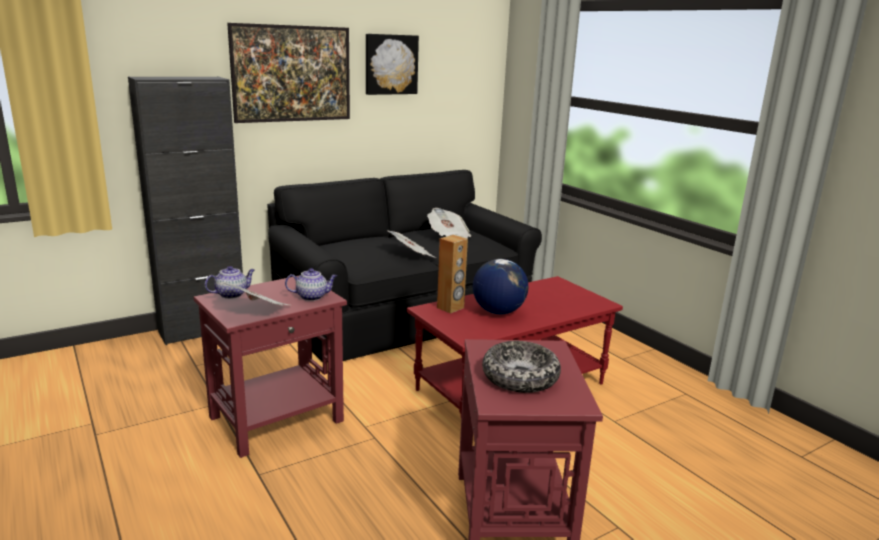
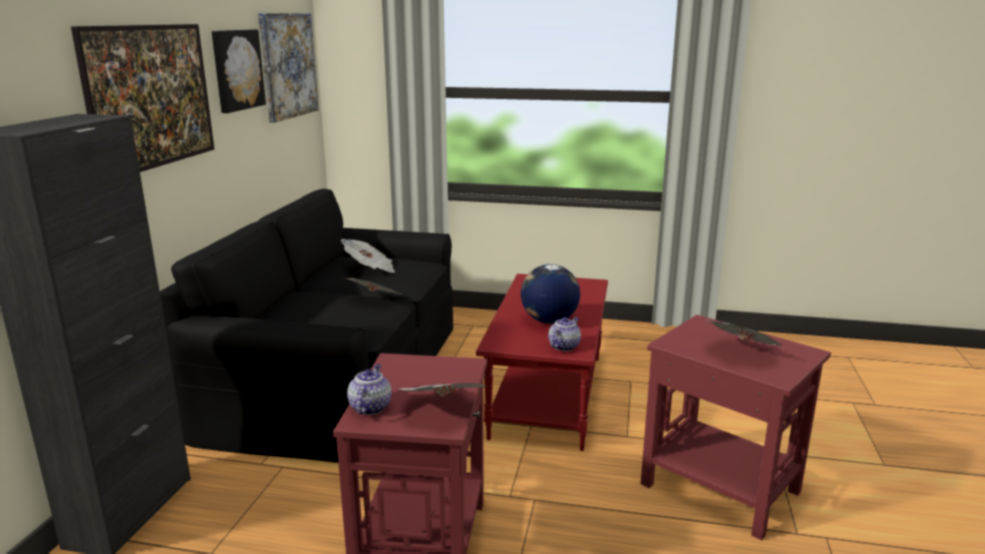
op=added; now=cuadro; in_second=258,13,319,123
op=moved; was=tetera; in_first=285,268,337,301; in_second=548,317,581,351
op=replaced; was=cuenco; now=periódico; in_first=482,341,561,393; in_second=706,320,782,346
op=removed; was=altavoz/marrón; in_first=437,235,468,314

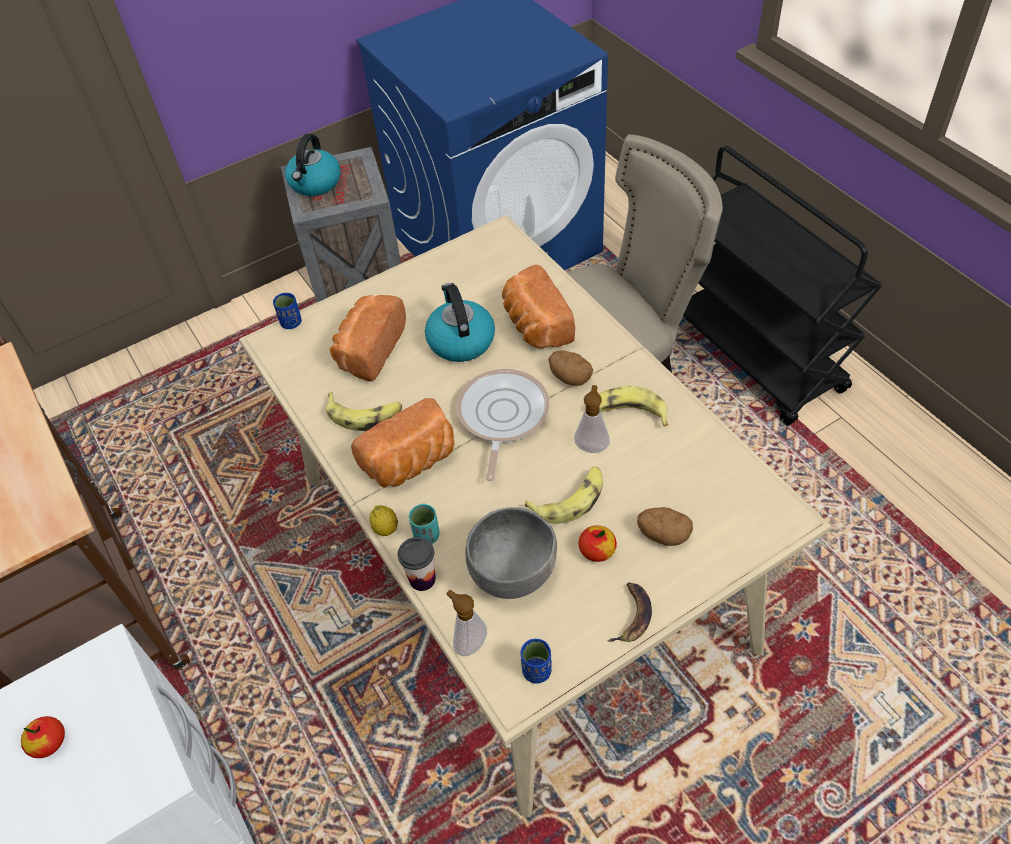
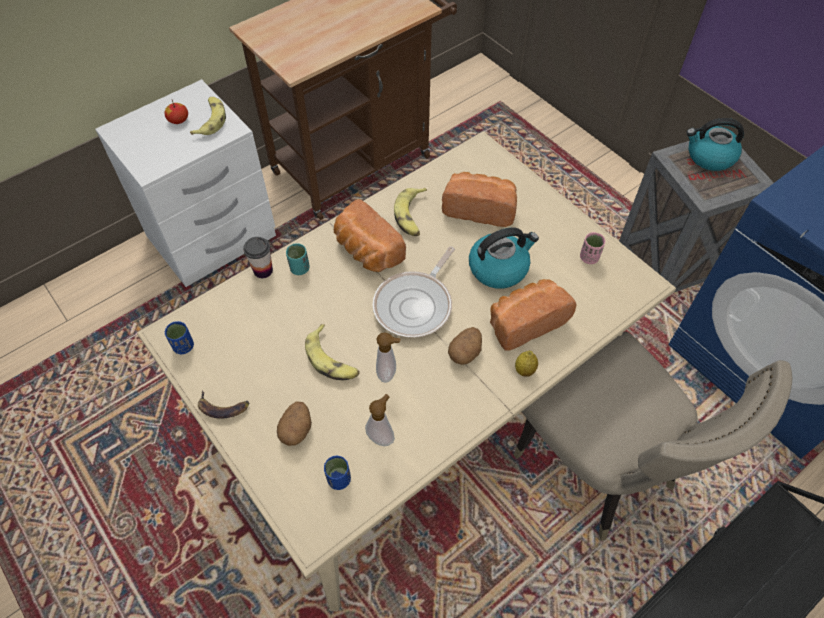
op=moved; was=plátano; in_first=599,385,668,427; in_second=190,97,226,135
op=moved; was=taza/azul; in_first=273,293,302,329; in_second=324,456,351,490
op=moved; was=dispensador de jabón; in_first=447,590,487,656; in_second=365,394,395,446
op=turned; was=sartén; in_first=456,369,549,481; in_second=373,247,455,338; clockwise=120
op=moved; was=limón; in_first=370,505,398,536; in_second=515,351,538,377
op=added; now=taza/rosa; in_second=580,232,605,264
op=removed; was=cuenco/gris; in_first=465,507,557,599
op=removed; was=manzana; in_first=578,525,617,562

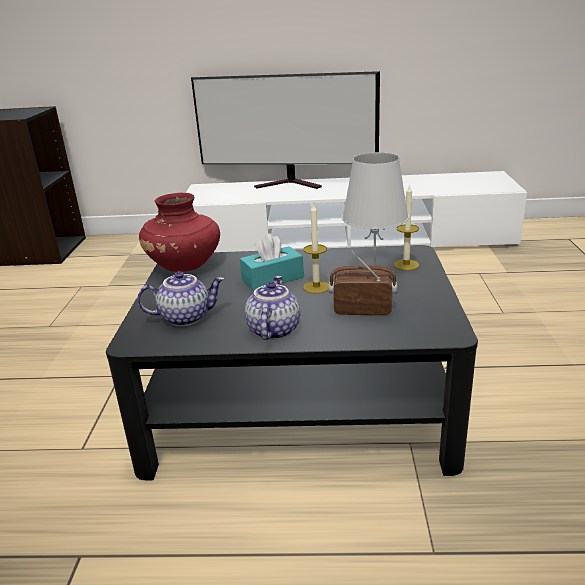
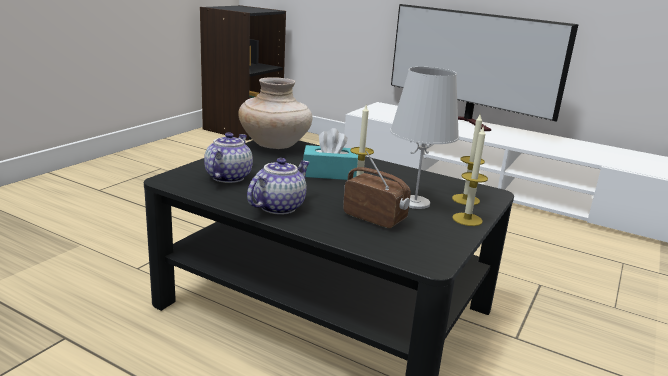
op=turned; was=tetera; in_first=137,271,225,326; in_second=204,132,253,183; clockwise=-90
op=recoloured; was=florero/rojo; now=florero/beis; in_first=139,193,220,272; in_second=238,77,313,149
op=added; now=vela; in_second=452,126,488,226

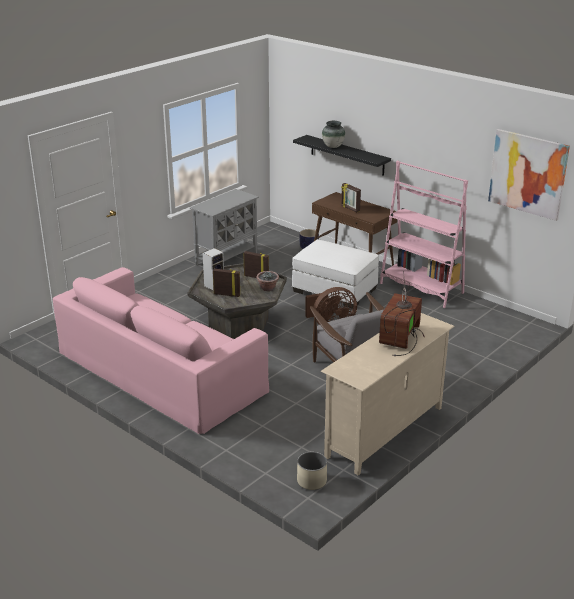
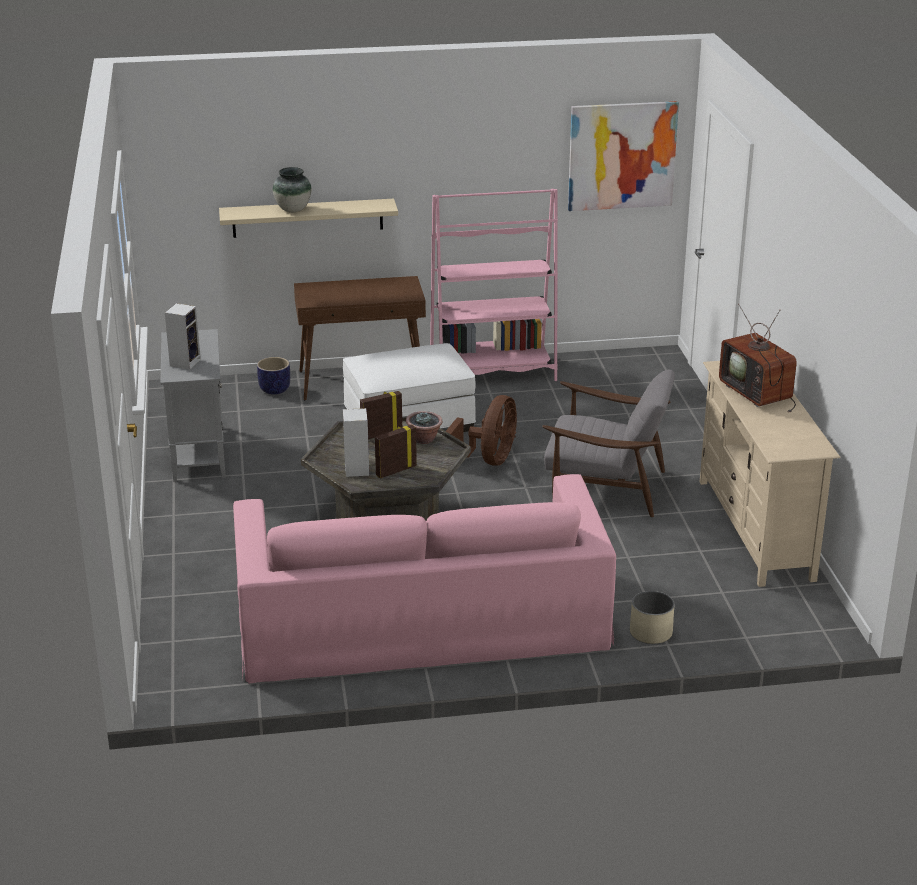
op=added; now=altavoz; in_second=165,303,201,370
op=recoloured; was=estante/negro; now=estante/beis; in_first=293,135,391,176; in_second=219,199,398,238
op=moved; was=maceta/beis; in_first=297,452,327,490; in_second=630,591,674,644
op=removed; was=portarretratos; in_first=341,183,361,212

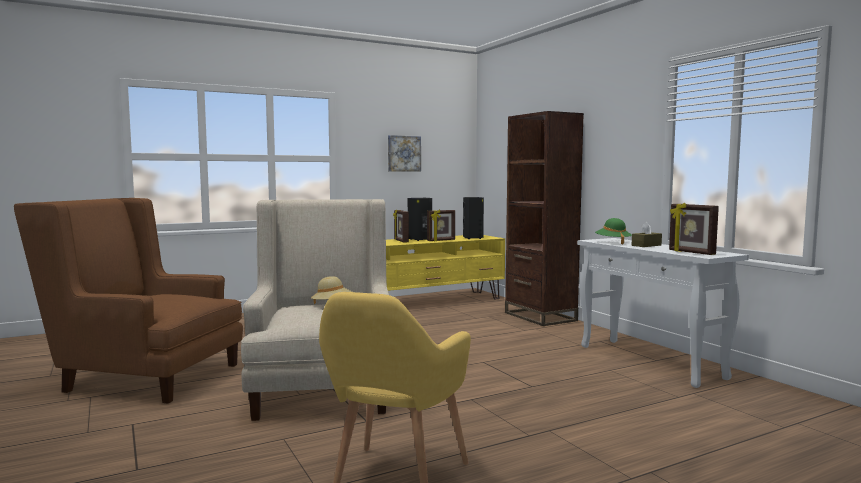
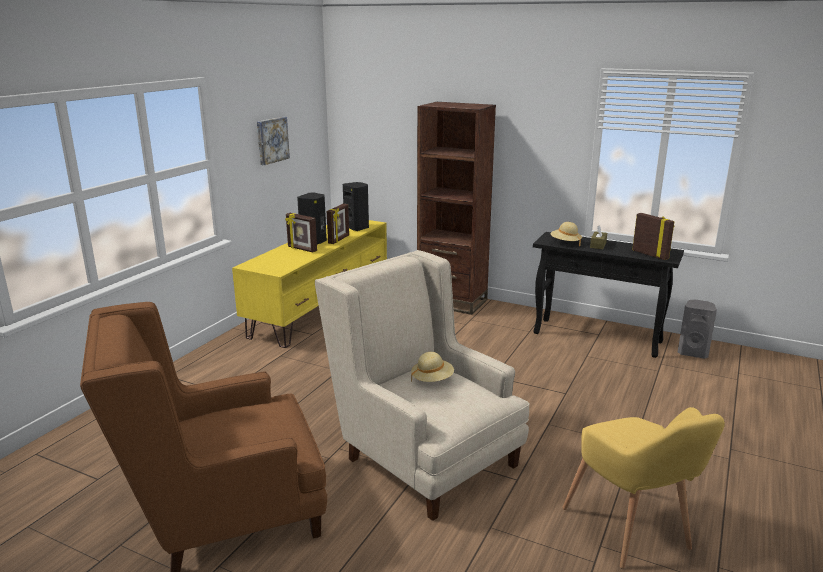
op=recoloured; was=mesa consola/blanco; now=mesa consola/negro; in_first=577,238,749,388; in_second=533,232,684,358
op=recoloured; was=sombrero/verde; now=sombrero/beis; in_first=595,218,632,244; in_second=550,222,582,246
op=turned; was=portarretratos; in_first=669,203,719,255; in_second=632,213,675,260; clockwise=-150
op=added; now=altavoz/gris; in_second=678,300,717,359

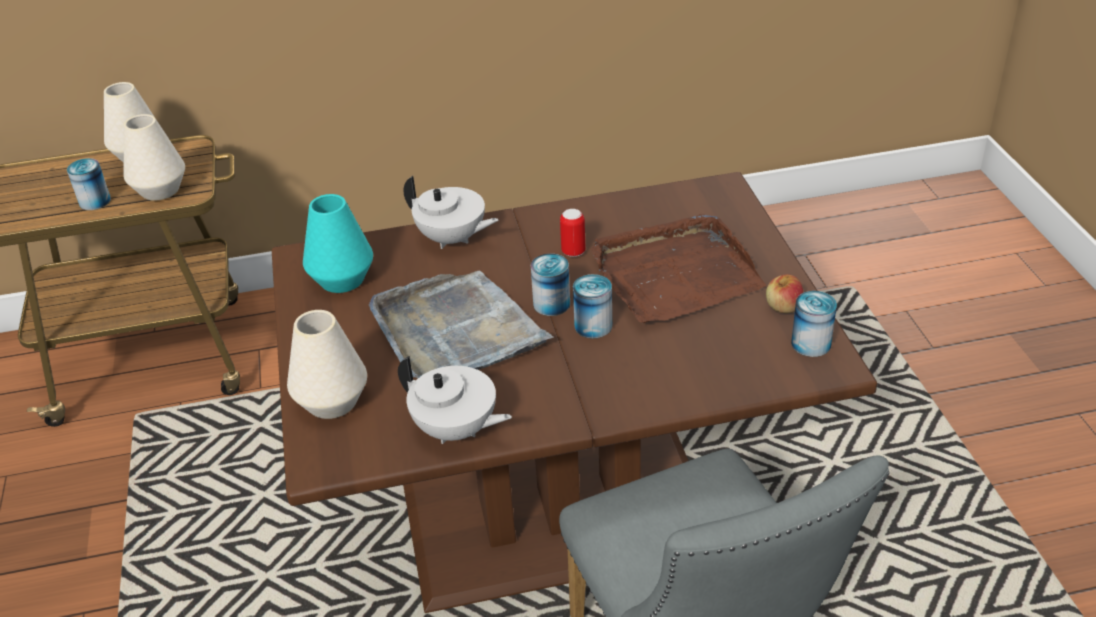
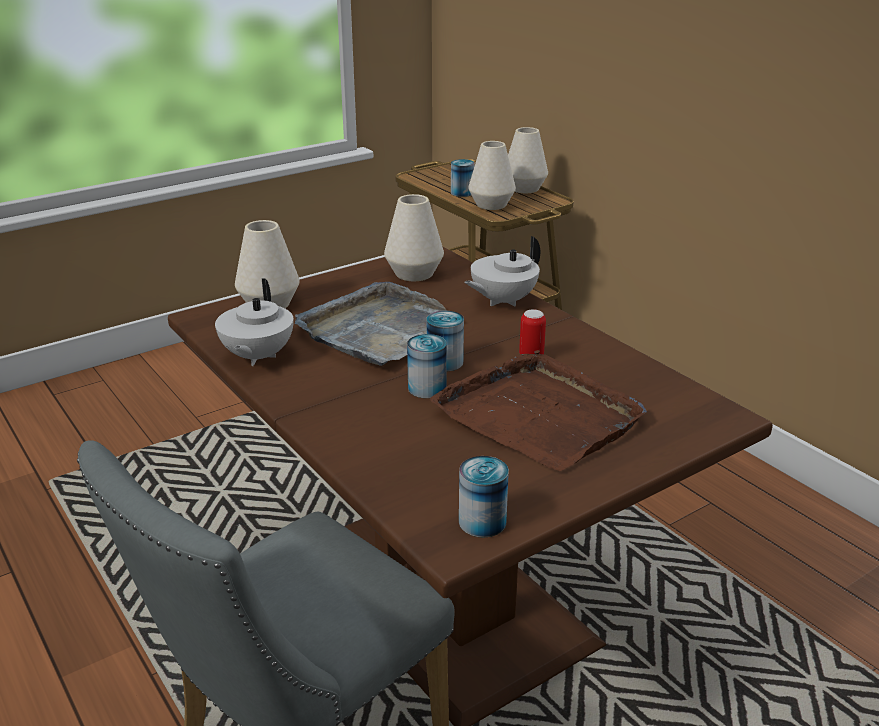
op=recoloured; was=florero/turquesa; now=florero/blanco; in_first=303,194,373,293; in_second=384,194,444,281
op=turned; was=tetera/blanco; in_first=403,176,498,249; in_second=464,236,540,306; clockwise=45
op=removed; was=manzana; in_first=766,274,804,313

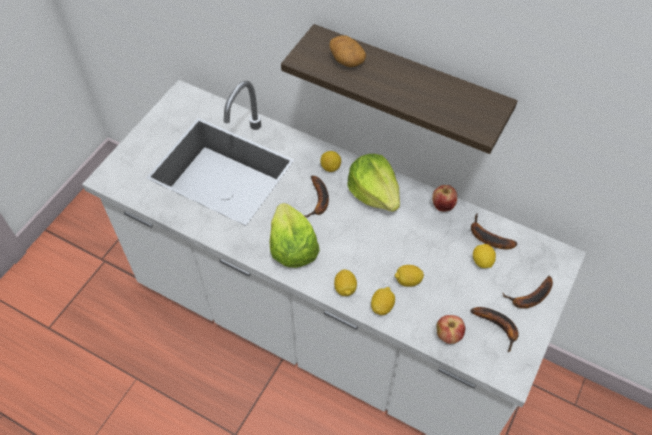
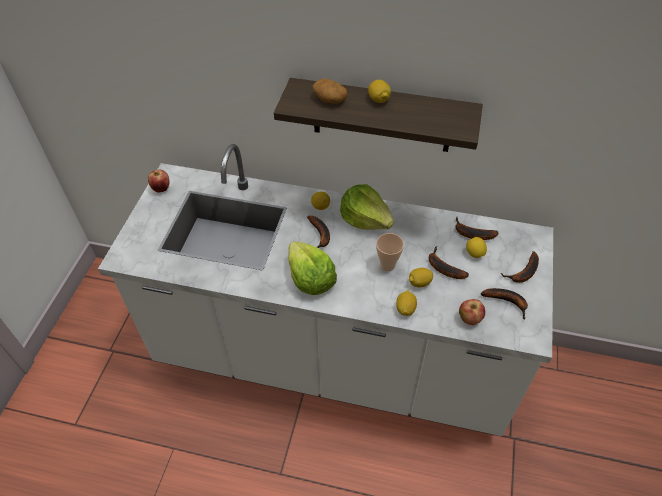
op=moved; was=manzana; in_first=432,185,457,211; in_second=148,169,169,193
op=moved; was=limón; in_first=334,269,357,296; in_second=368,80,391,103
op=added; now=taza; in_second=376,233,404,271
op=added; now=plátano; in_second=429,246,469,279

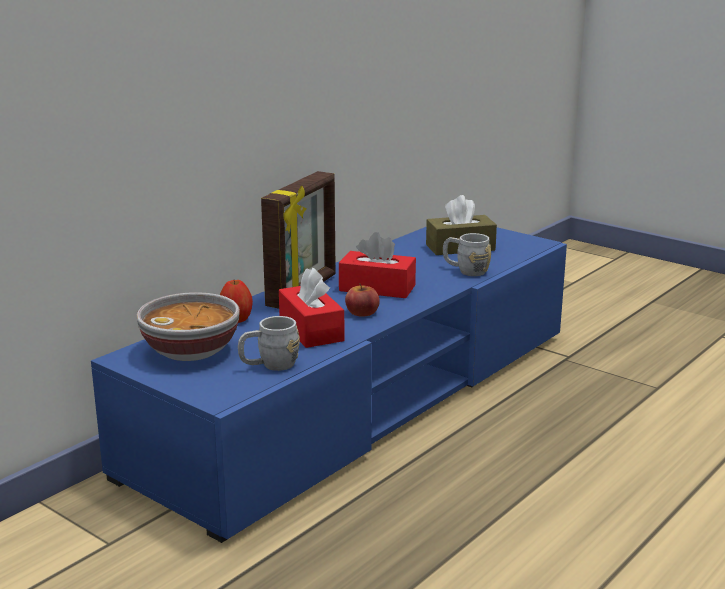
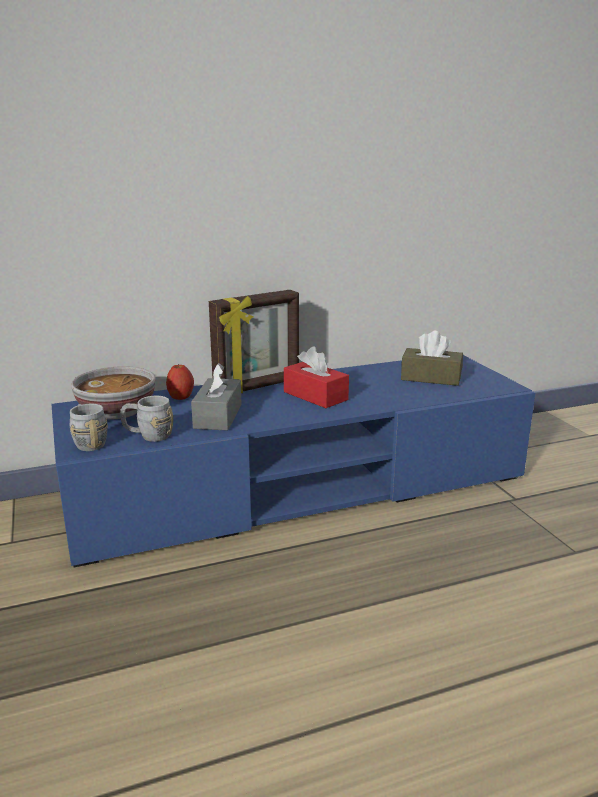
op=moved; was=taza grande/gris; in_first=443,233,491,276; in_second=69,404,108,451
op=recoloured; was=caja de pañuelos/rojo; now=caja de pañuelos/gris; in_first=279,267,345,348; in_second=191,363,242,431
op=removed; was=manzana; in_first=345,283,380,317

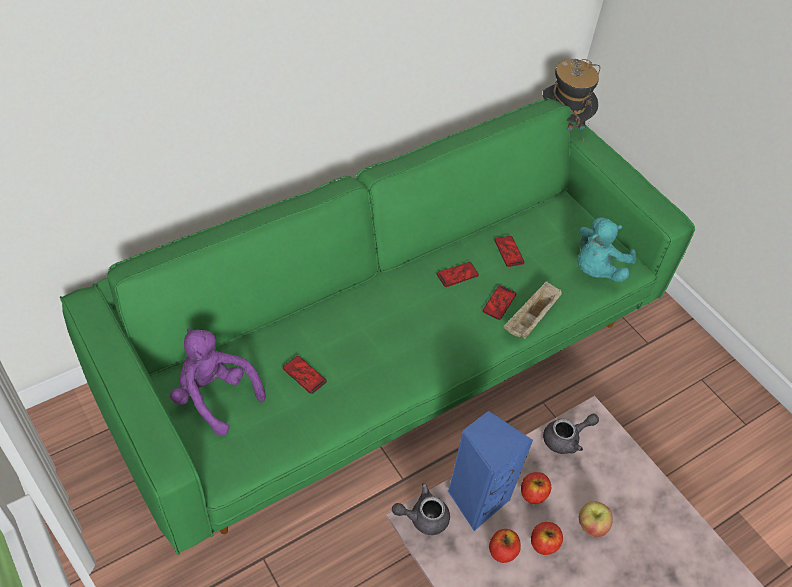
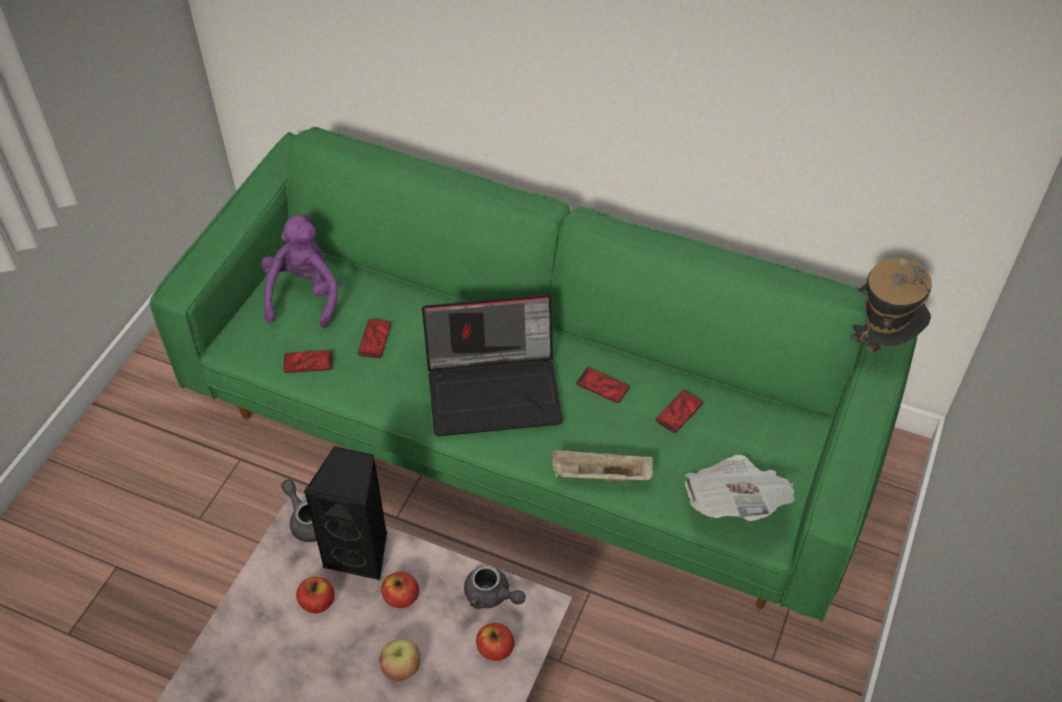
op=moved; was=móvil; in_first=483,285,516,320; in_second=284,350,333,373
op=recoloured; was=altavoz/azul; now=altavoz/negro; in_first=448,411,533,531; in_second=303,446,387,580
op=added; now=portátil; in_second=422,294,563,436
op=moved; was=manzana; in_first=531,522,563,555; in_second=476,623,515,661
op=replaced; was=peluche/turquesa; now=periódico; in_first=578,217,636,282; in_second=685,455,795,521

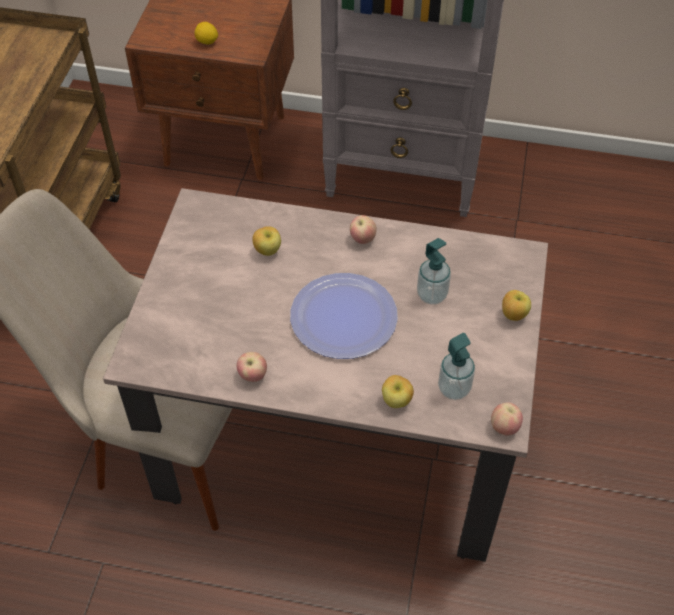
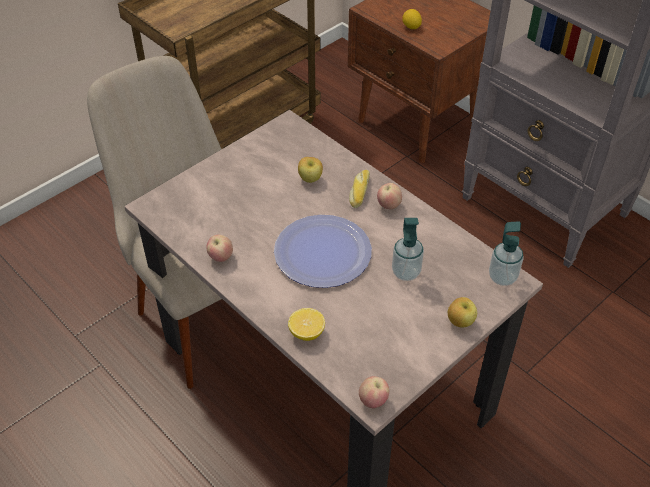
op=replaced; was=manzana; now=limón; in_first=382,375,414,408; in_second=288,308,325,341
op=added; now=pan; in_second=349,170,370,208
op=moved; was=dispensador de jabón; in_first=438,333,475,400; in_second=489,221,524,286

